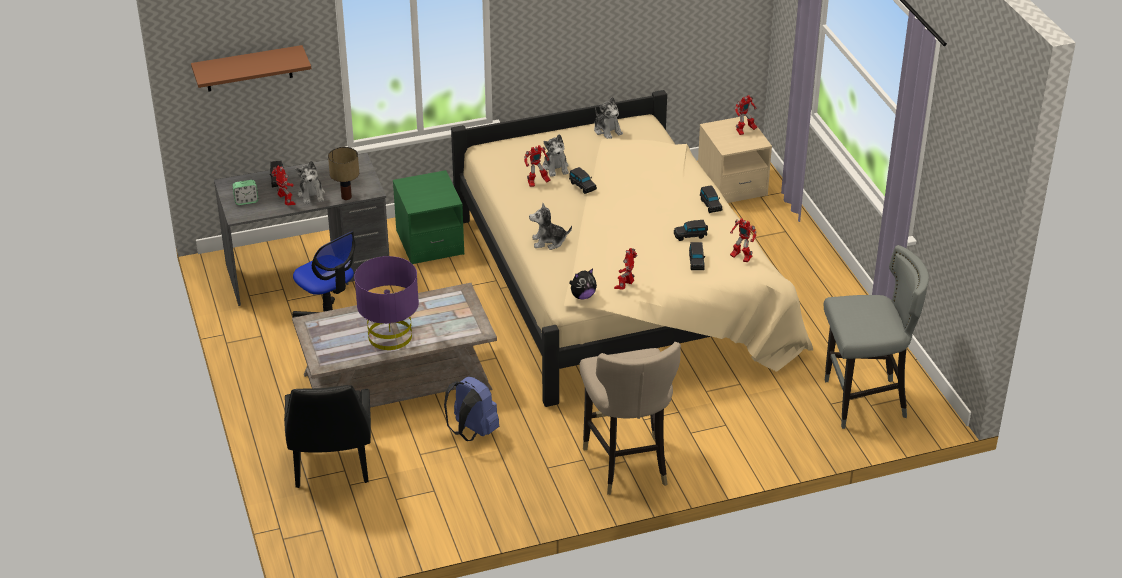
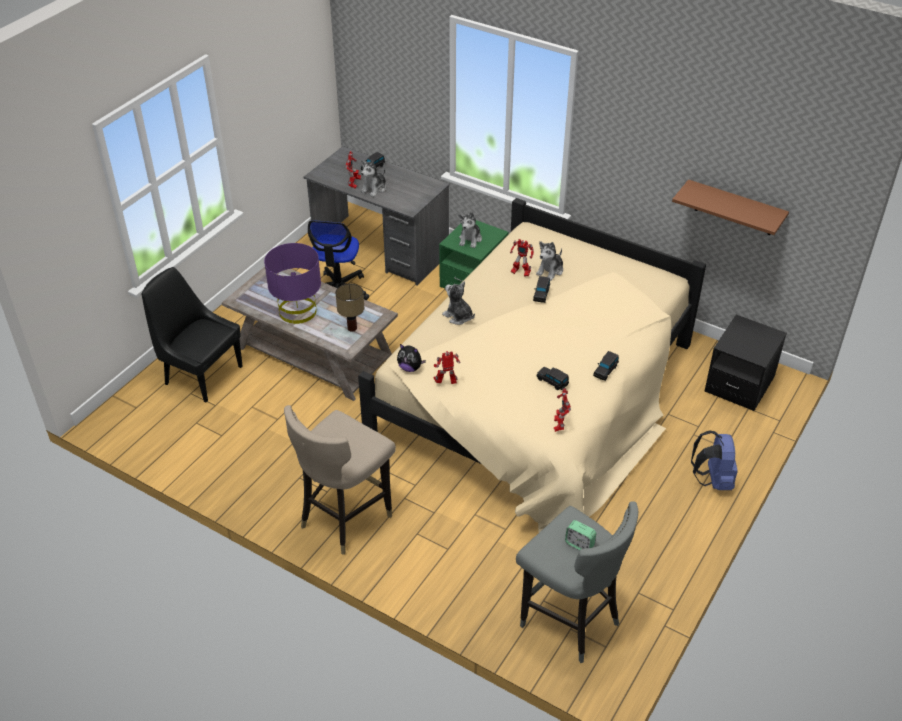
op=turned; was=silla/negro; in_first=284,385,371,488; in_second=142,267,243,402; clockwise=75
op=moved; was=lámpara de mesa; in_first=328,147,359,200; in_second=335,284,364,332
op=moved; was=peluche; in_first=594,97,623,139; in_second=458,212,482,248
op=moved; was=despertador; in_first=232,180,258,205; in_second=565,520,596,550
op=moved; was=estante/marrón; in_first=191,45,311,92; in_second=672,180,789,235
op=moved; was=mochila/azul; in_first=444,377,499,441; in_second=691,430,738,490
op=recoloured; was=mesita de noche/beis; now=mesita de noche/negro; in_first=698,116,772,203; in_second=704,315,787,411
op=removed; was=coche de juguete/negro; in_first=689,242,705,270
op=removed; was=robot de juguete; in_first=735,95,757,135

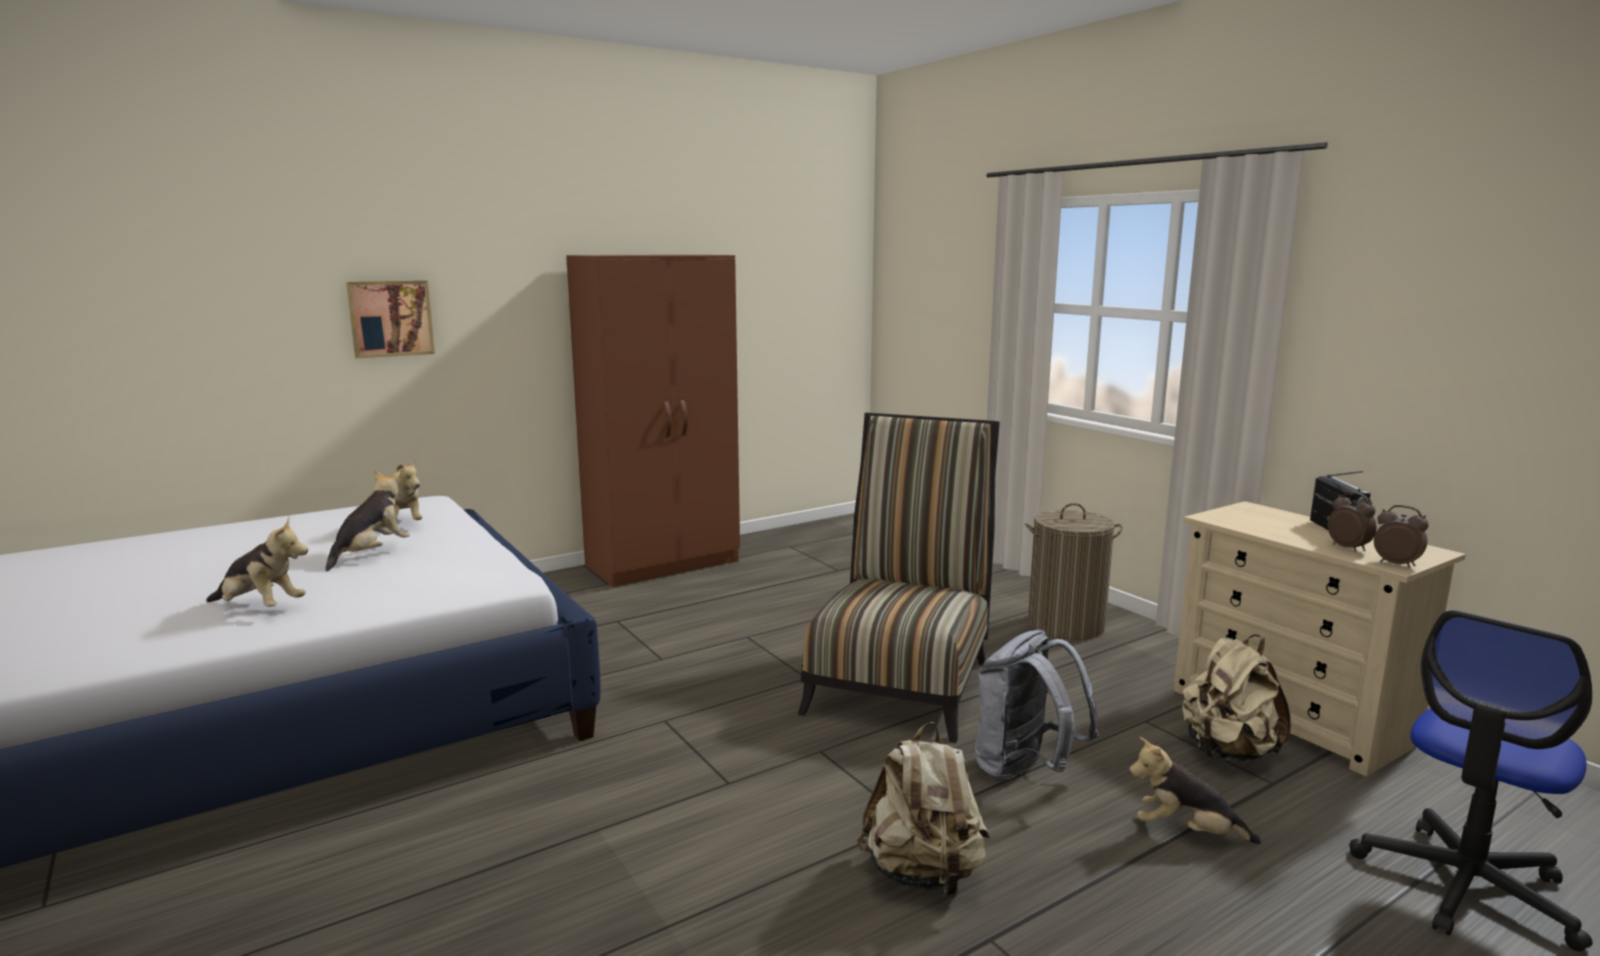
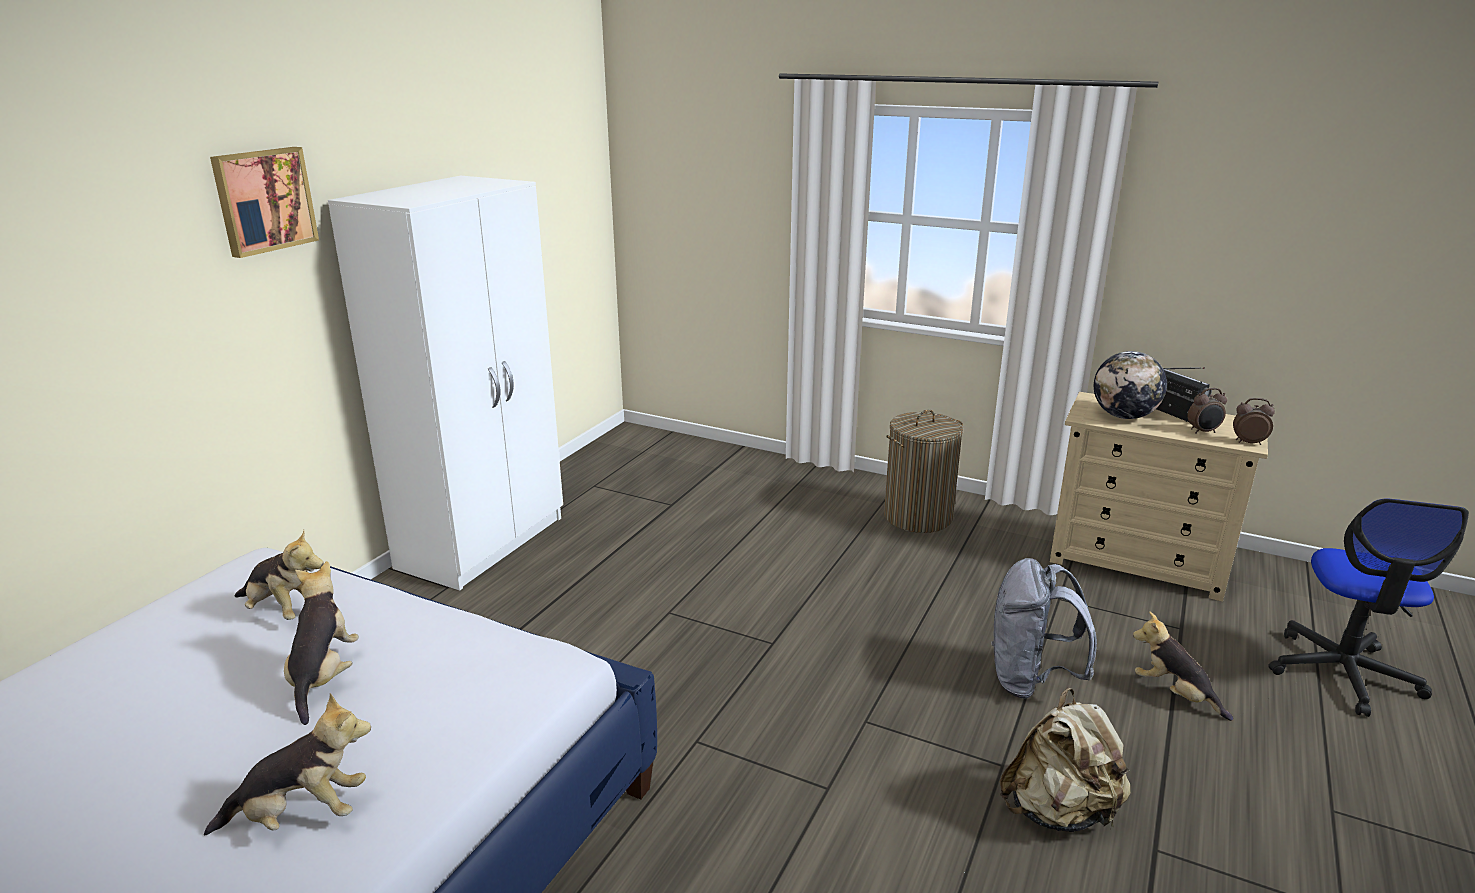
op=moved; was=cuadro; in_first=346,280,435,359; in_second=210,147,319,258
op=recoloured; was=armario ropero/marrón; now=armario ropero/blanco; in_first=566,255,740,588; in_second=328,176,563,590
op=added; now=globo terráqueo; in_second=1094,351,1167,419
op=turned; was=peluche; in_first=1129,737,1261,844; in_second=1133,612,1233,721; clockwise=60
op=turned; was=despertador; in_first=1328,491,1376,551; in_second=1187,388,1227,434; clockwise=135
op=removed; was=silla; in_first=798,413,1000,743
op=removed; was=mochila/beis; in_first=1182,635,1291,761

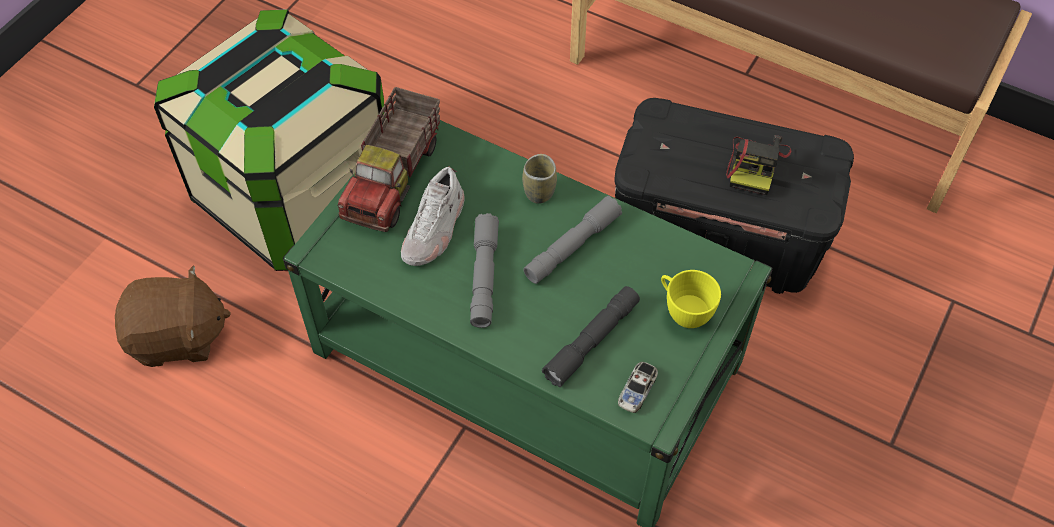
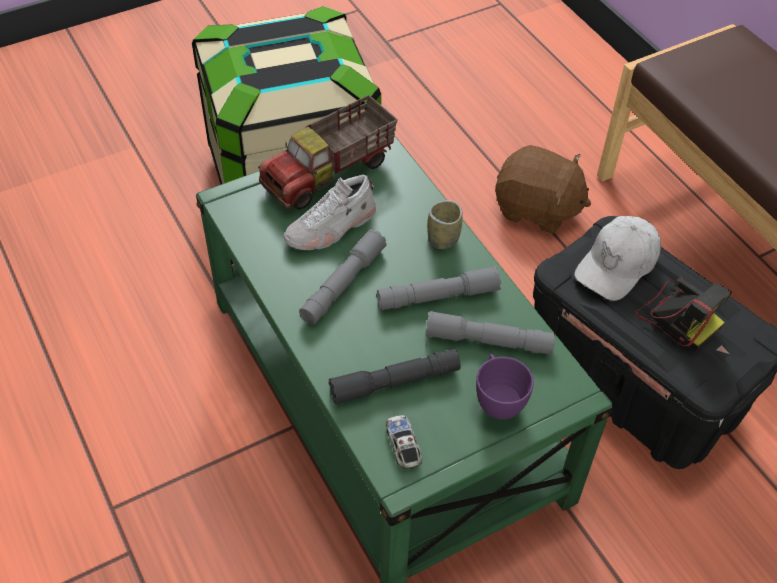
op=turned; was=coche de juguete; in_first=618,362,658,413; in_second=386,415,423,469; clockwise=105
op=added; now=linterna/gris; in_second=426,311,555,355
op=recoloured; was=taza/amarillo; now=taza/morado; in_first=661,270,721,328; in_second=476,354,534,420
op=moved; was=peluche/marrón; in_first=115,265,231,367; in_second=495,145,591,234
op=added; now=gorra/blanco; in_second=574,216,661,301
op=turned; was=cámara; in_first=726,135,791,195; in_second=636,276,732,350; clockwise=-90

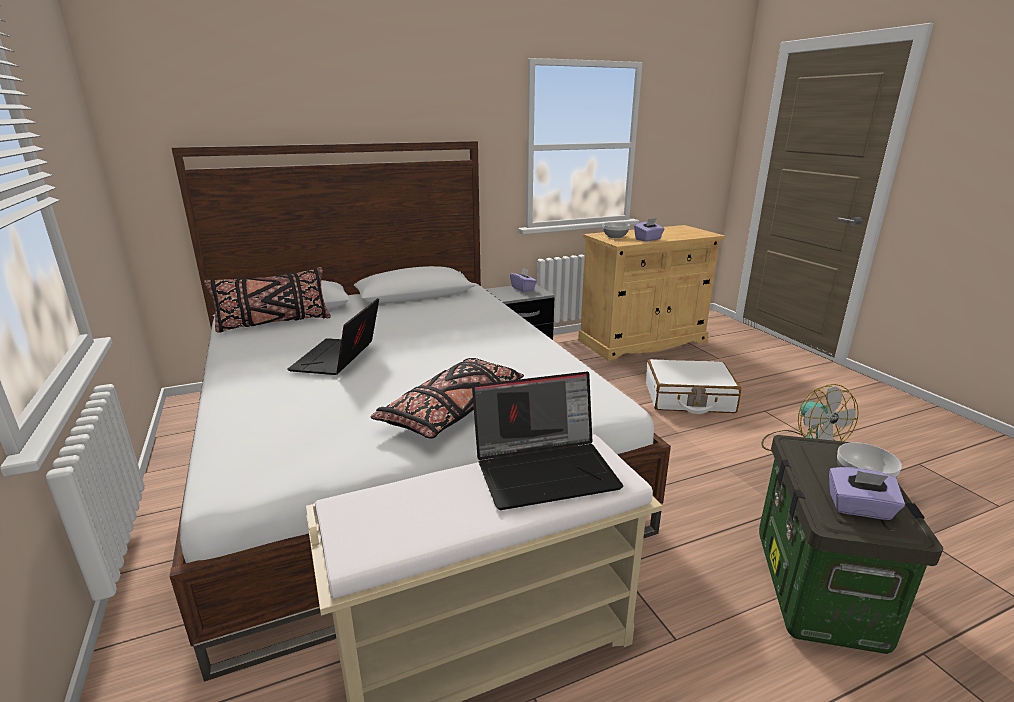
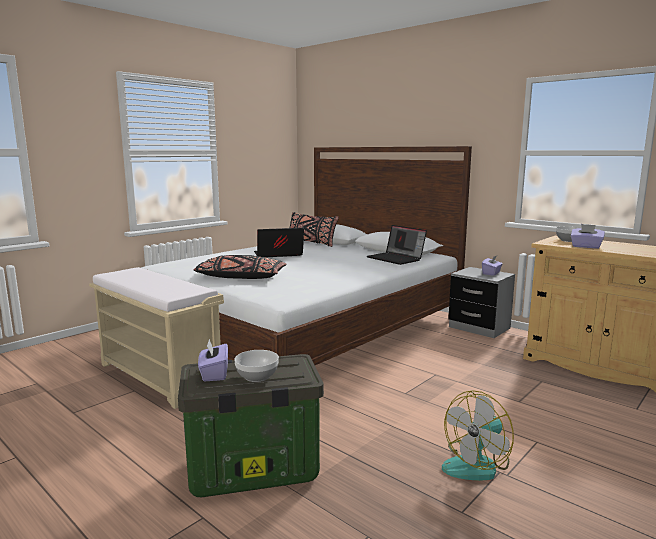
op=moved; was=portátil; in_first=472,372,623,510; in_second=367,225,427,265
op=removed; was=maleta/blanco; in_first=646,359,741,414

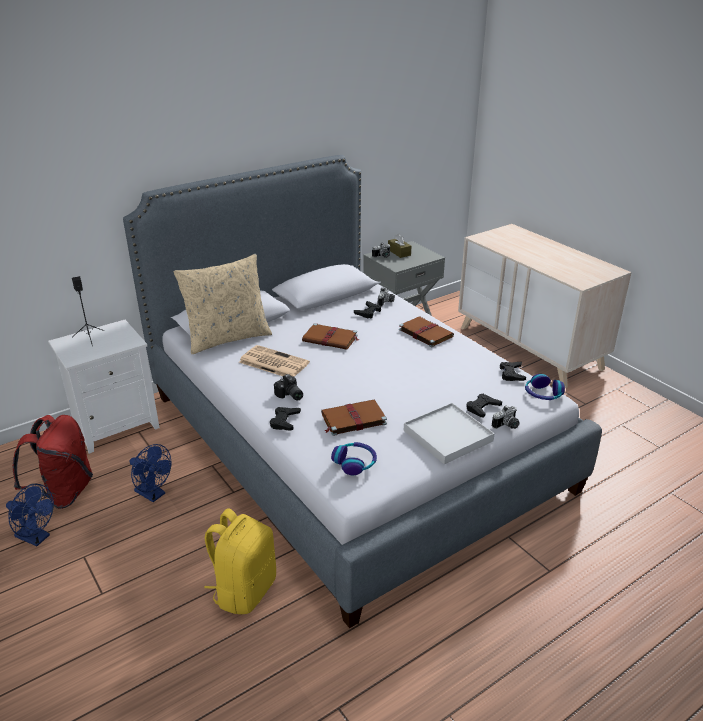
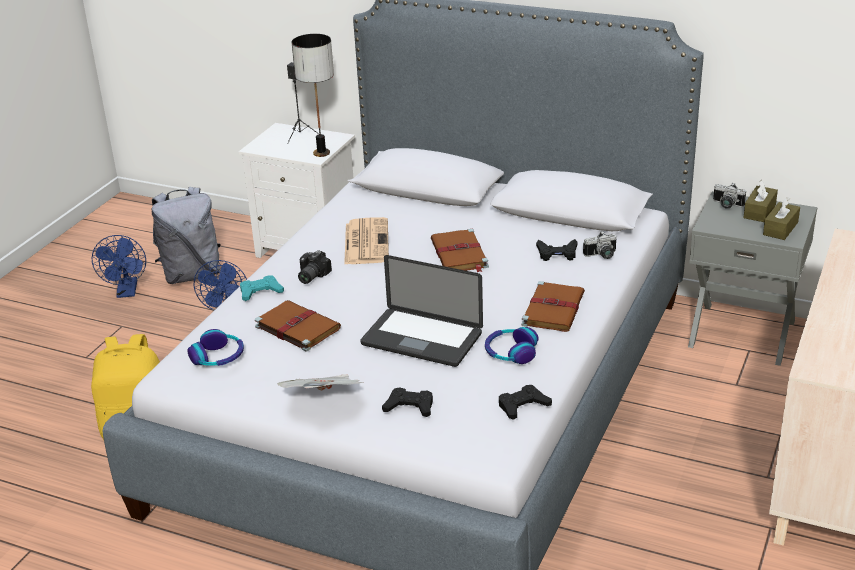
op=recoloured; was=mochila/rojo; now=mochila/gris; in_first=13,415,93,509; in_second=152,187,221,284
op=recoloured; was=mando de consola/negro; now=mando de consola/turquesa; in_first=270,407,301,431; in_second=240,275,284,301
op=replaced; was=bandeja/blanco; now=periódico; in_first=404,403,495,464; in_second=278,374,363,390
op=added; now=lámpara de mesa; in_second=292,34,334,157
op=added; now=portátil; in_second=360,255,483,367
op=moved; was=auriculares; in_first=525,374,565,400; in_second=485,327,539,364
op=added; now=caja de pañuelos/marrón; in_second=763,197,800,240
op=removed; was=cojín/beis; in_first=174,254,272,354
op=removed; was=cámara; in_first=492,406,520,429

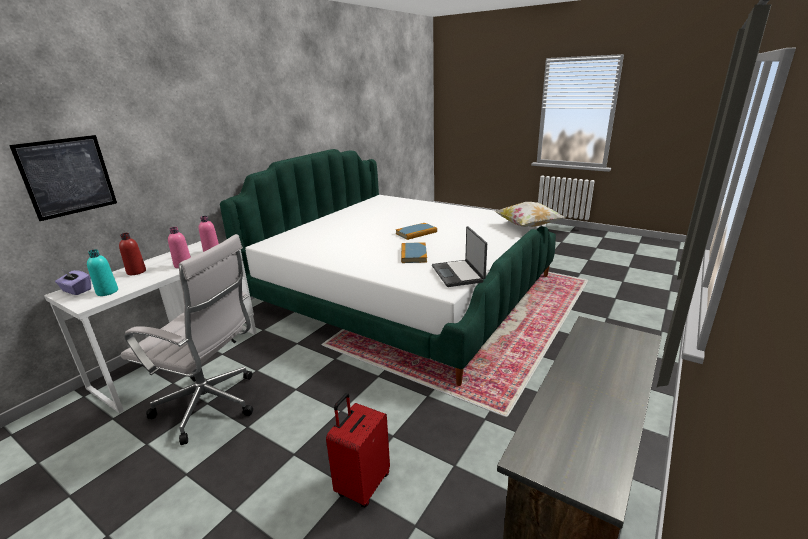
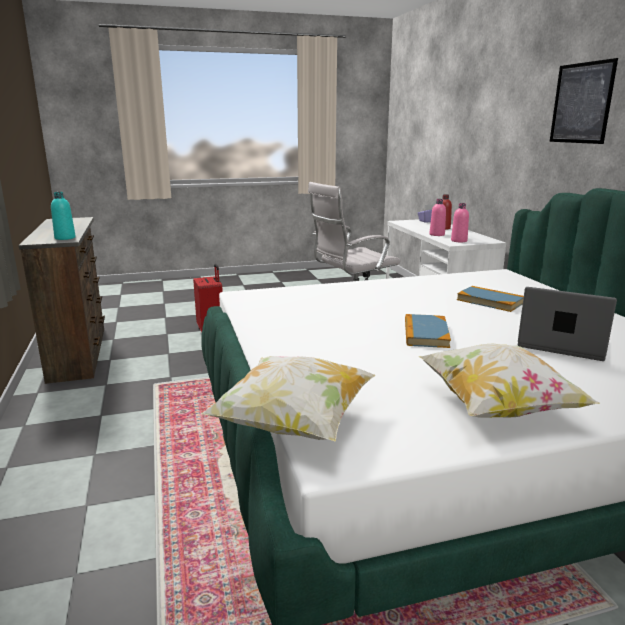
op=moved; was=botella/turquesa; in_first=87,249,118,296; in_second=51,192,76,240
op=added; now=cojín; in_second=418,344,600,418
op=moved; was=libro; in_first=401,242,427,263; in_second=457,286,524,312
op=moved; was=portátil; in_first=432,226,487,287; in_second=518,287,617,361
op=moved; was=cuadro; in_first=9,135,117,221; in_second=550,58,618,144

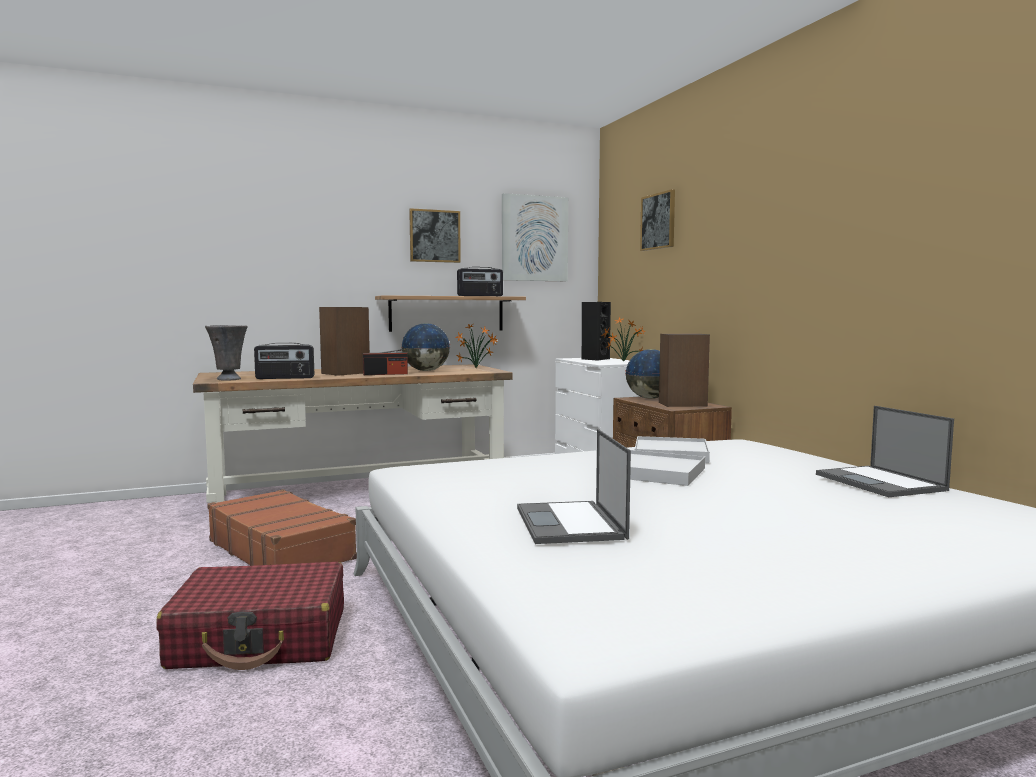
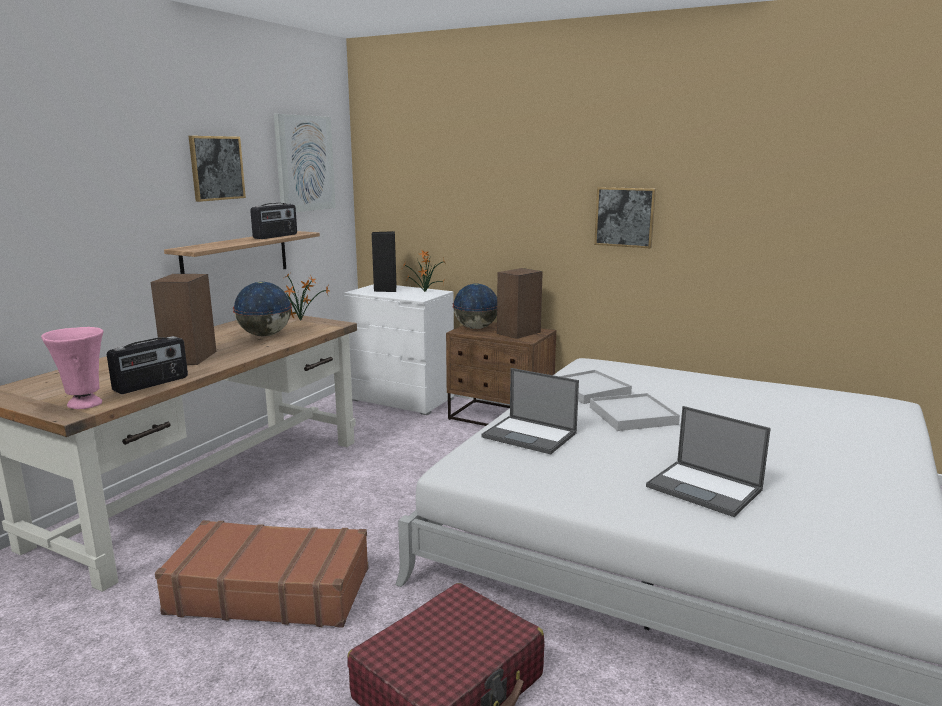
op=recoloured; was=florero/gris; now=florero/rosa; in_first=205,325,248,381; in_second=41,327,104,409
op=moved; was=portátil; in_first=816,406,954,497; in_second=482,368,579,454
op=moved; was=cuadro; in_first=640,189,675,251; in_second=594,187,656,248
op=removed; was=radio; in_first=363,349,408,375

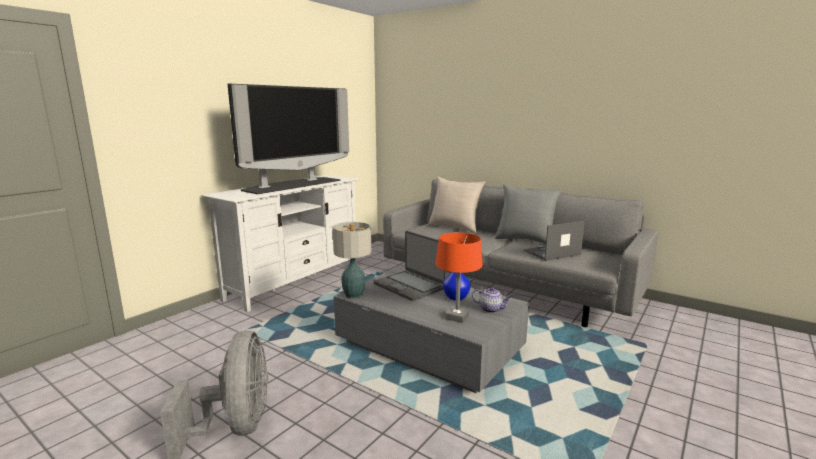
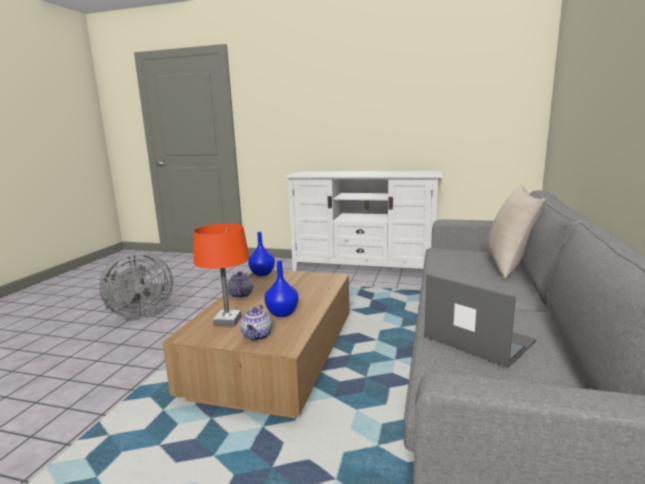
op=recoloured; was=mesa de centro/gris; now=mesa de centro/marrón; in_first=334,268,529,393; in_second=162,270,349,418
op=added; now=tetera; in_second=227,271,253,298
op=replaced; was=lámpara de mesa; now=florero/azul; in_first=332,222,371,299; in_second=248,232,275,276
op=removed; was=televisor; in_first=228,84,349,194
op=removed; was=portátil; in_first=373,231,446,301
op=removed; was=cojín/gris; in_first=495,184,562,244

